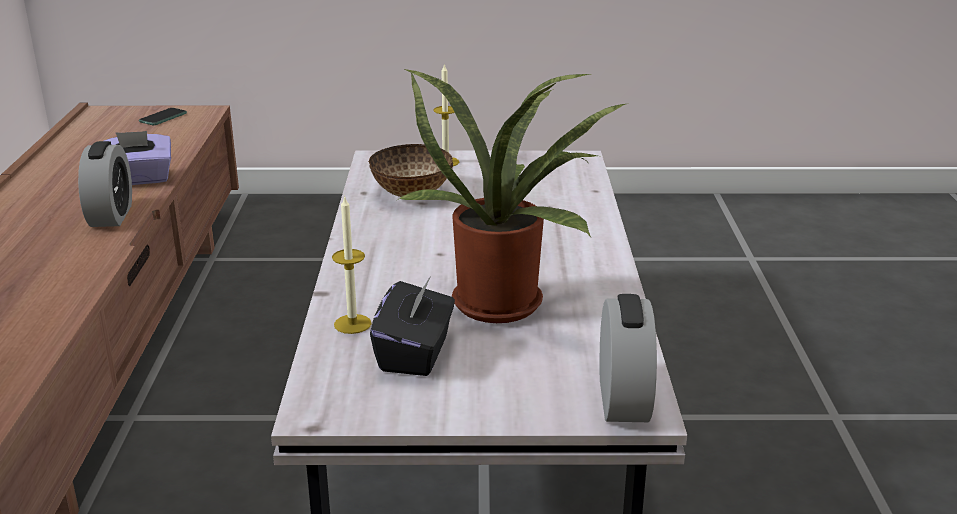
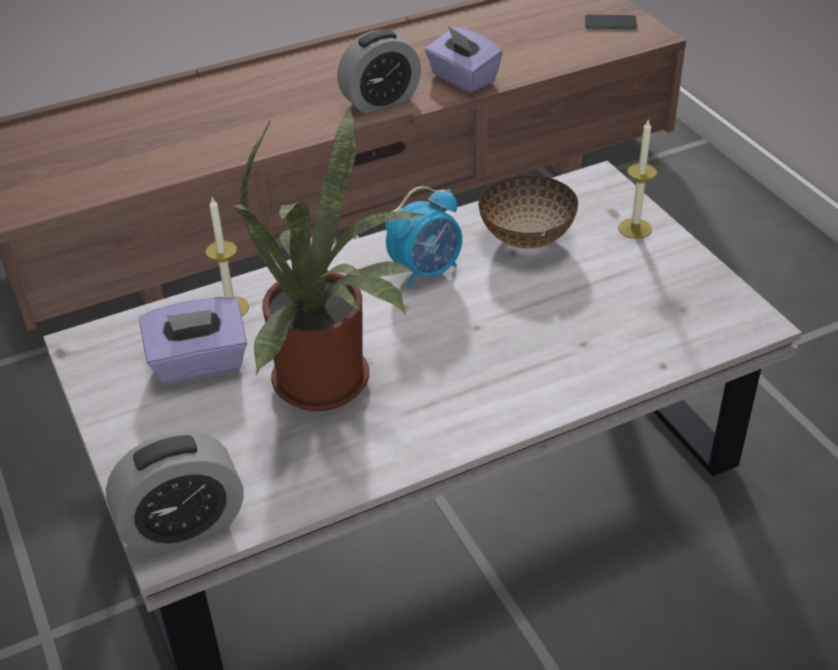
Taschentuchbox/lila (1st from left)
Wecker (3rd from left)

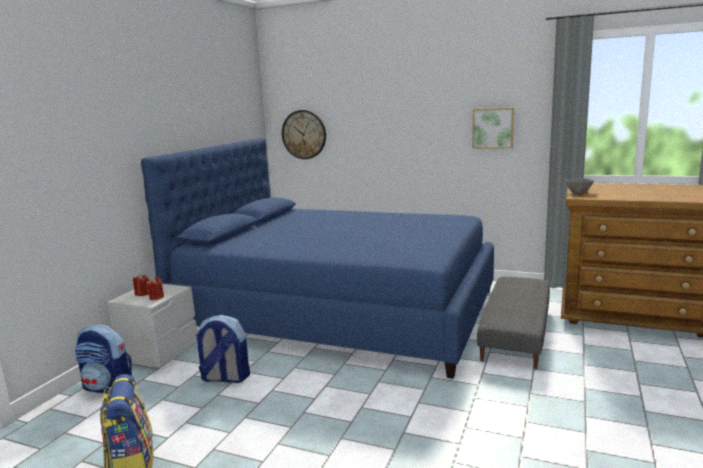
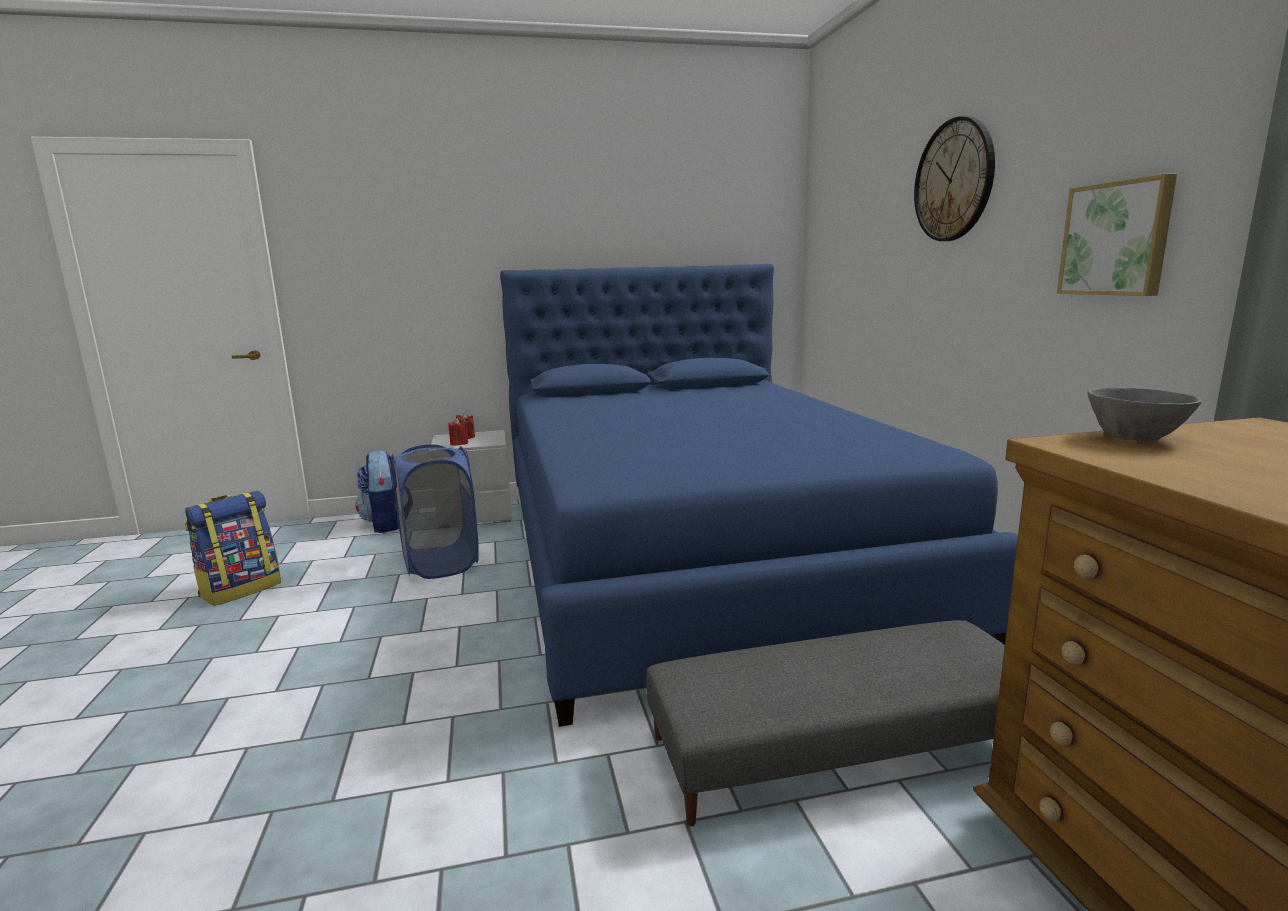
Wäschekorb/blau
Wanduhr

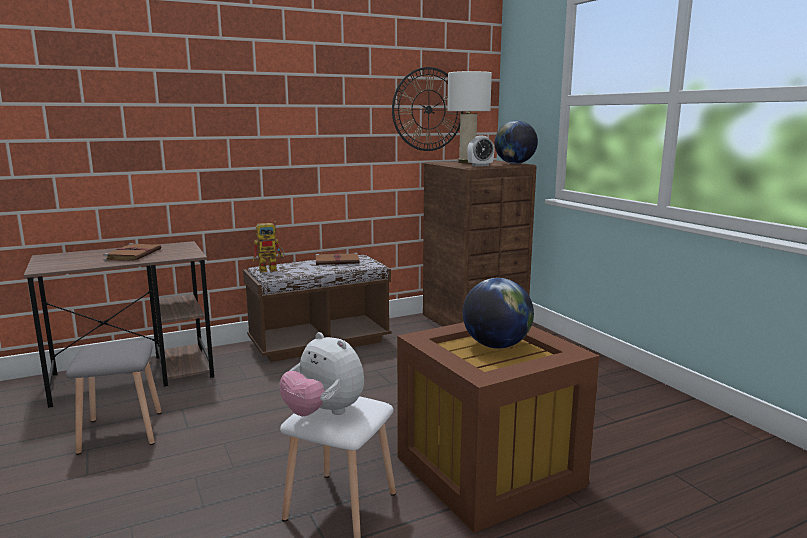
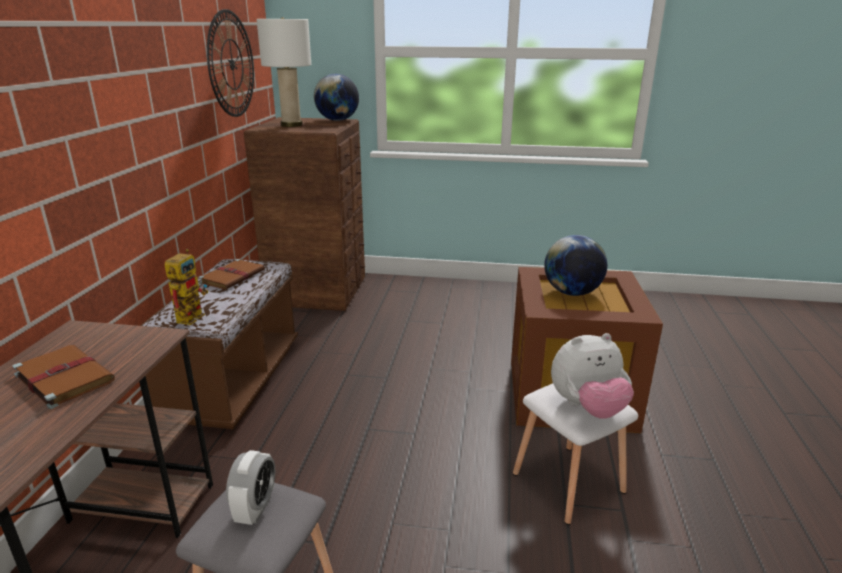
Wecker

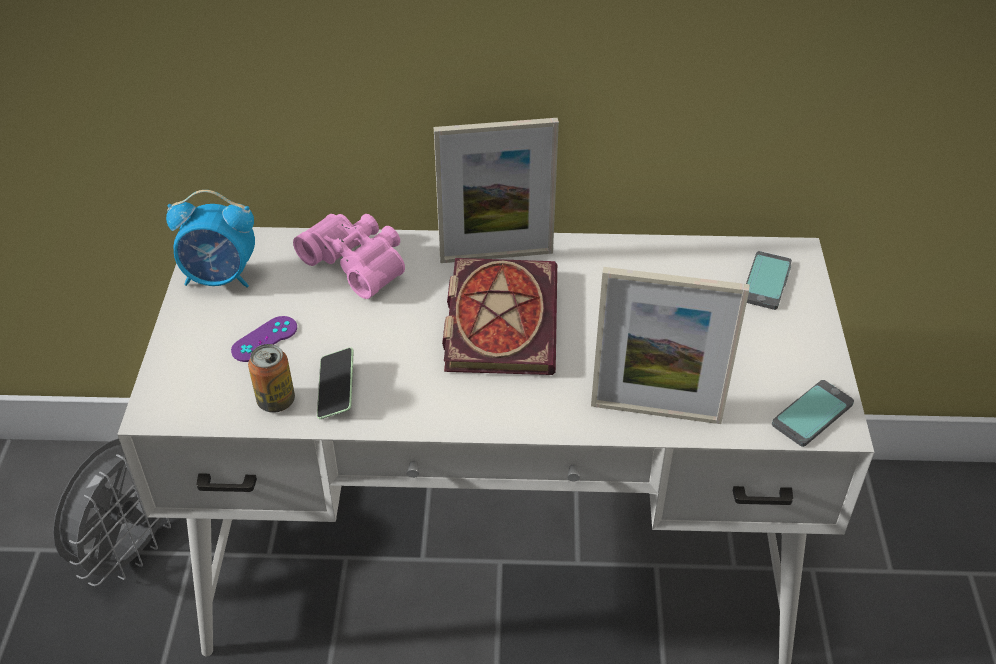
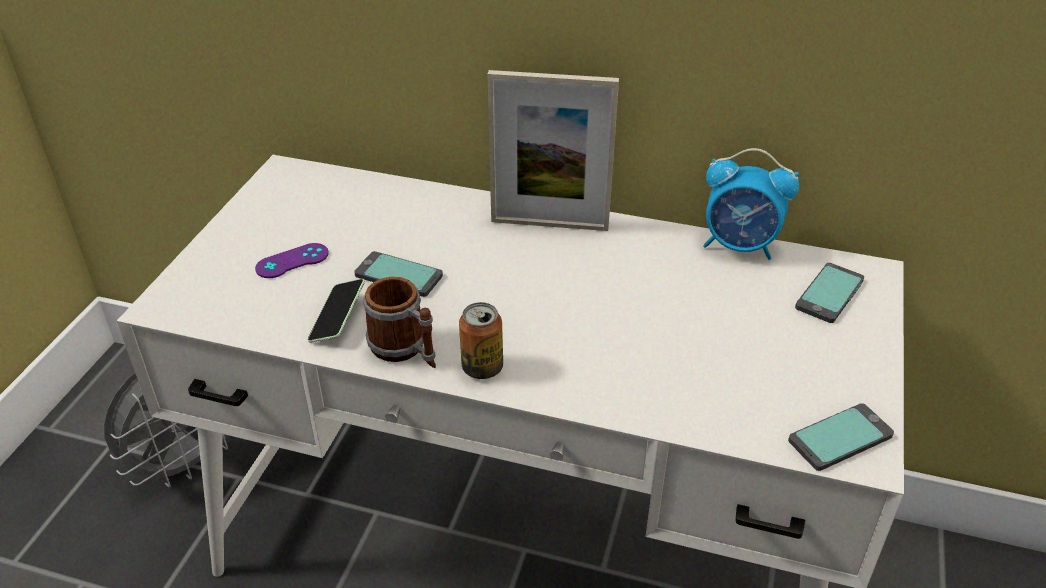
Wecker
Dose
Fernglas/rosa
Buch
Bilderrahmen (2nd from left in the first image)
Handy (2nd from left)
Henkelbecher

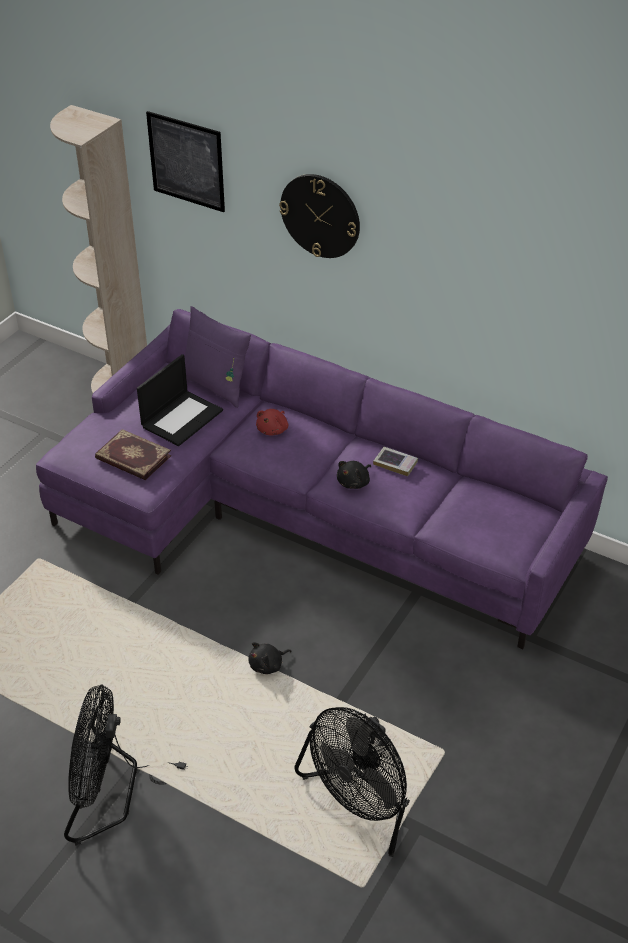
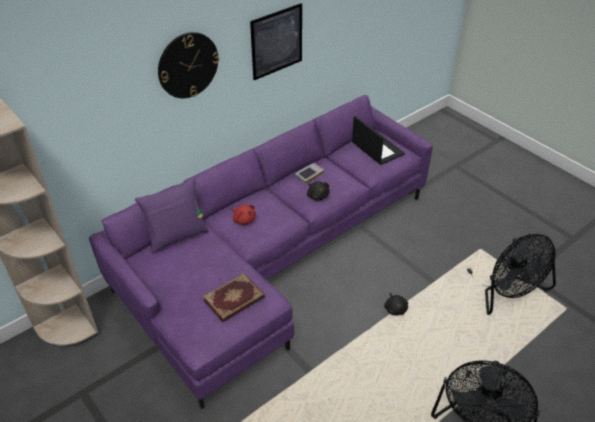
Laptop
Bild

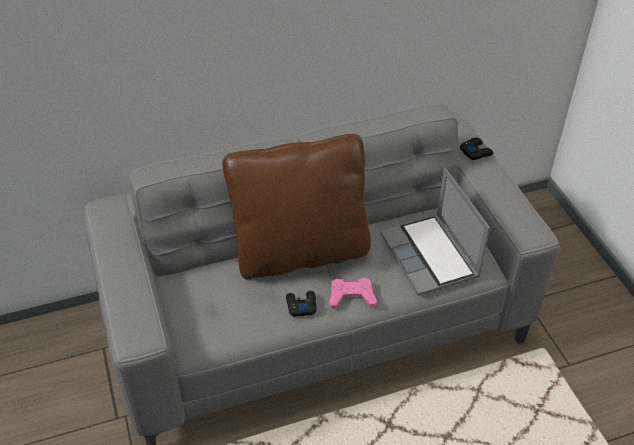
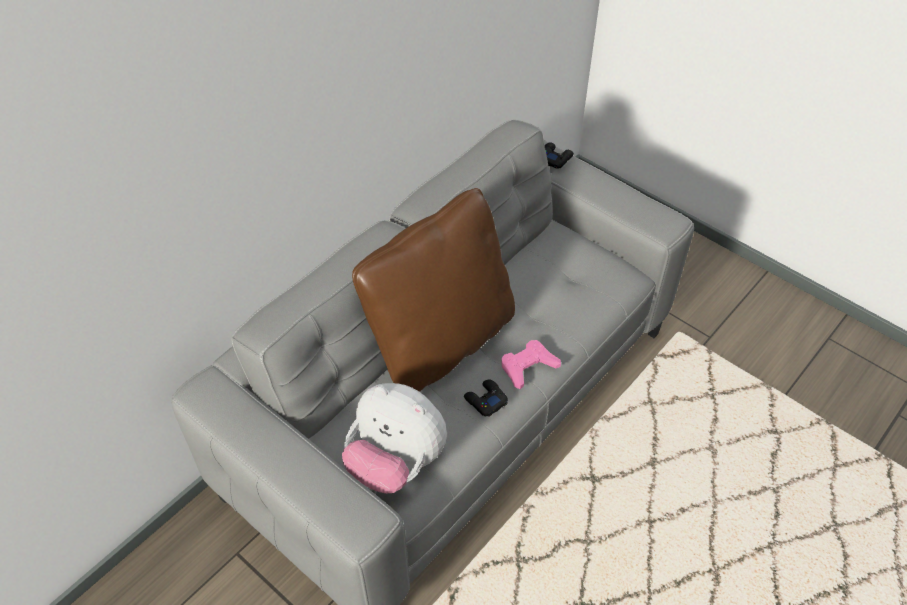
Laptop
Plüschtier

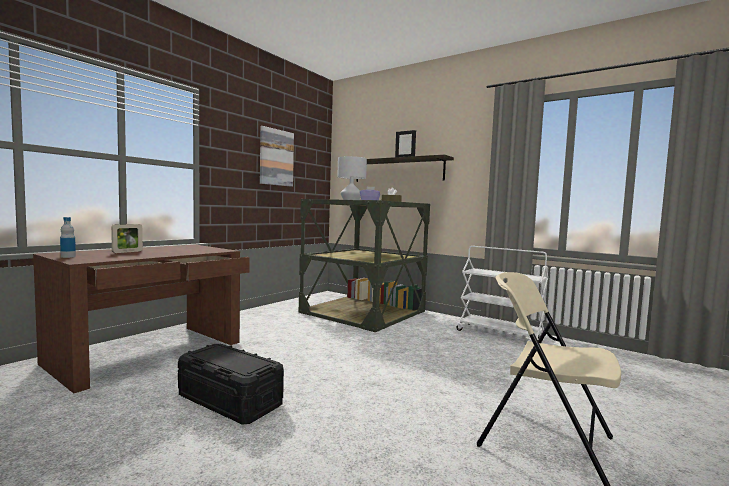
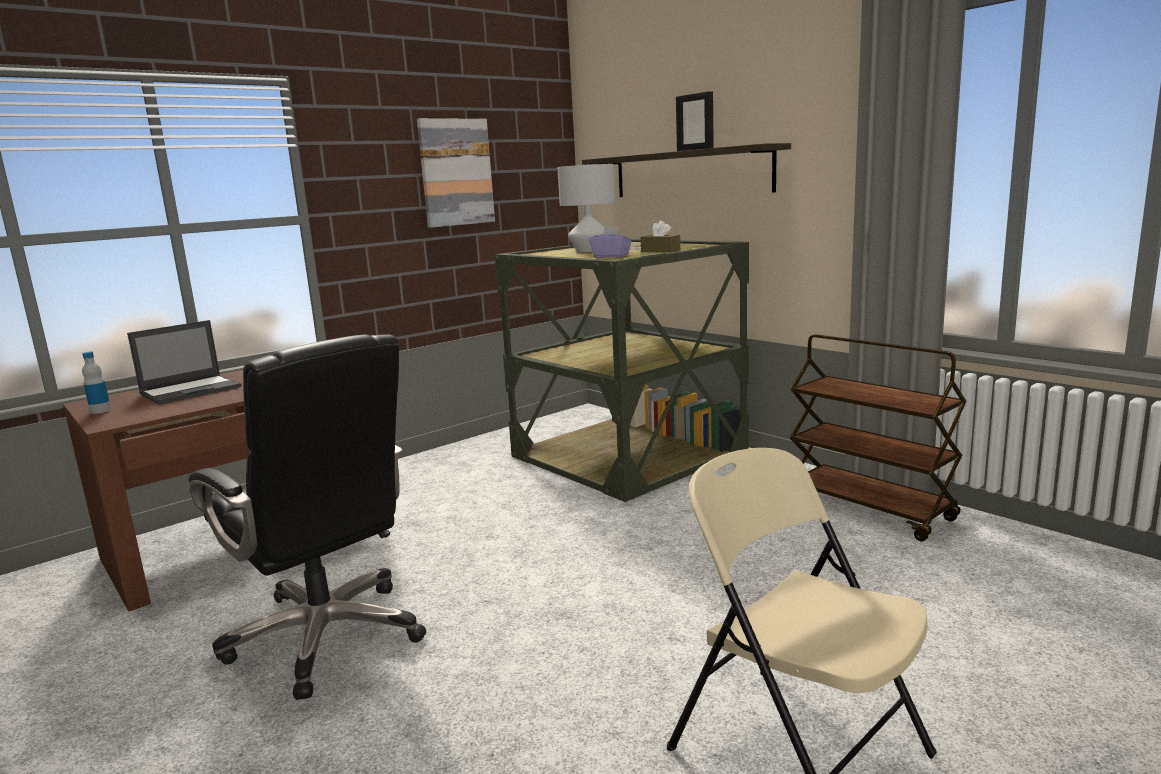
Laptop
Bürostuhl/schwarz
Rollwagen/braun

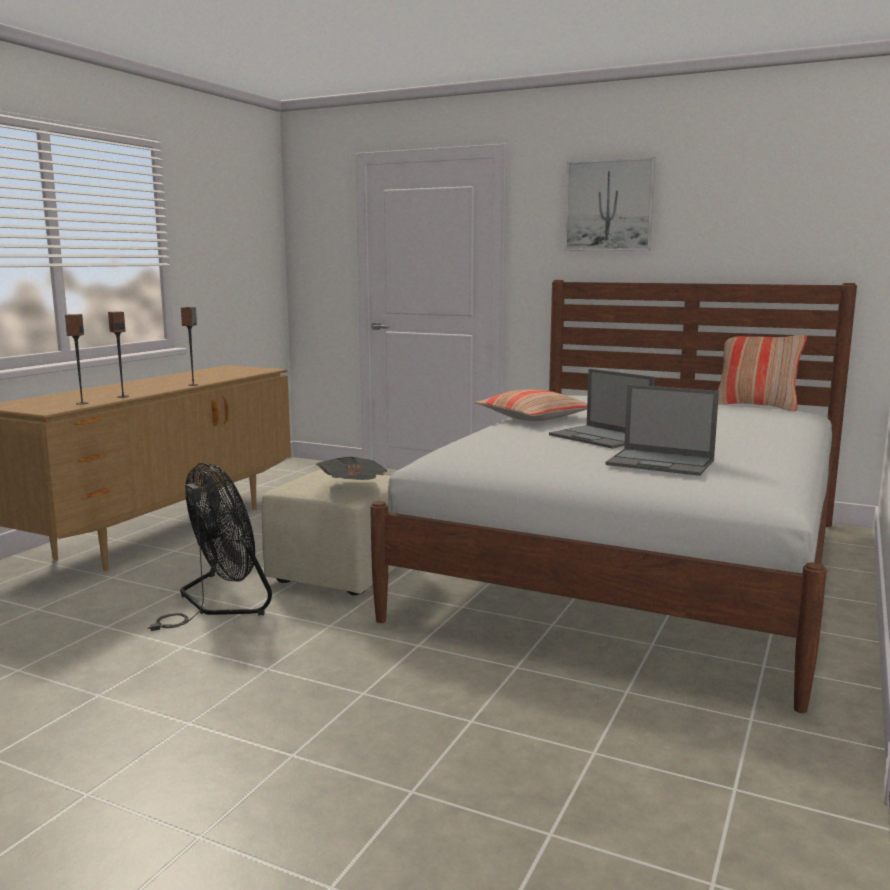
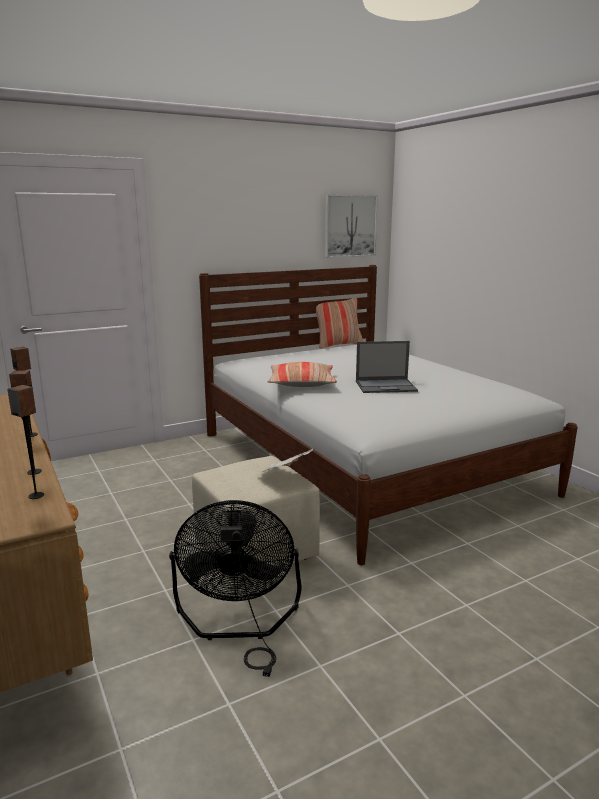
Bild
Laptop (2nd from left in the first image)

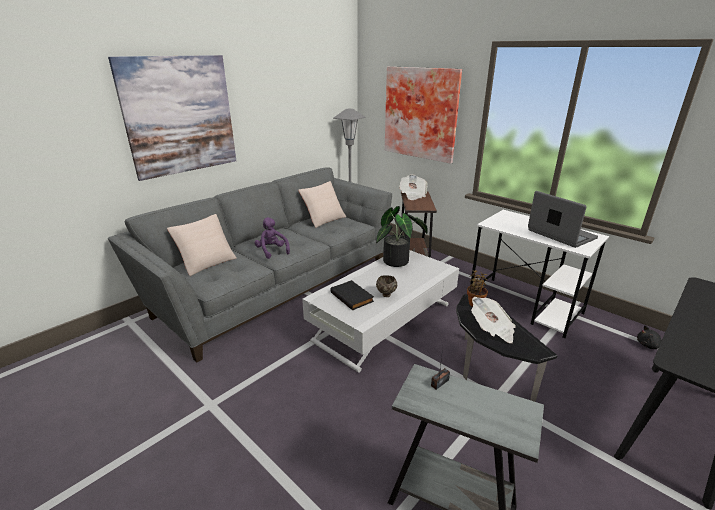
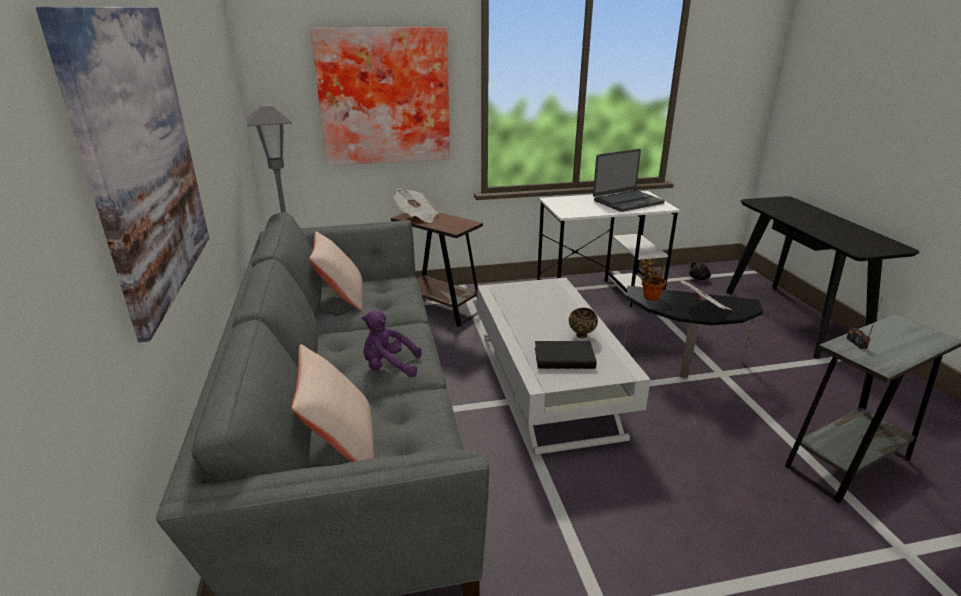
Topfpflanze (1st from left in the first image)
Laptop

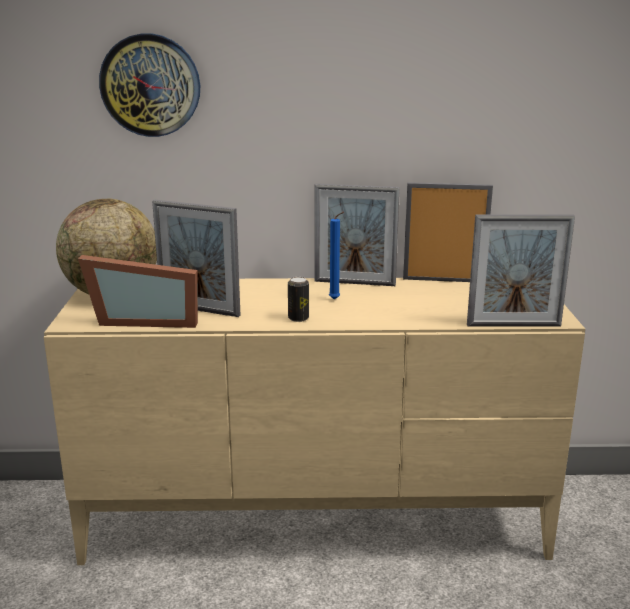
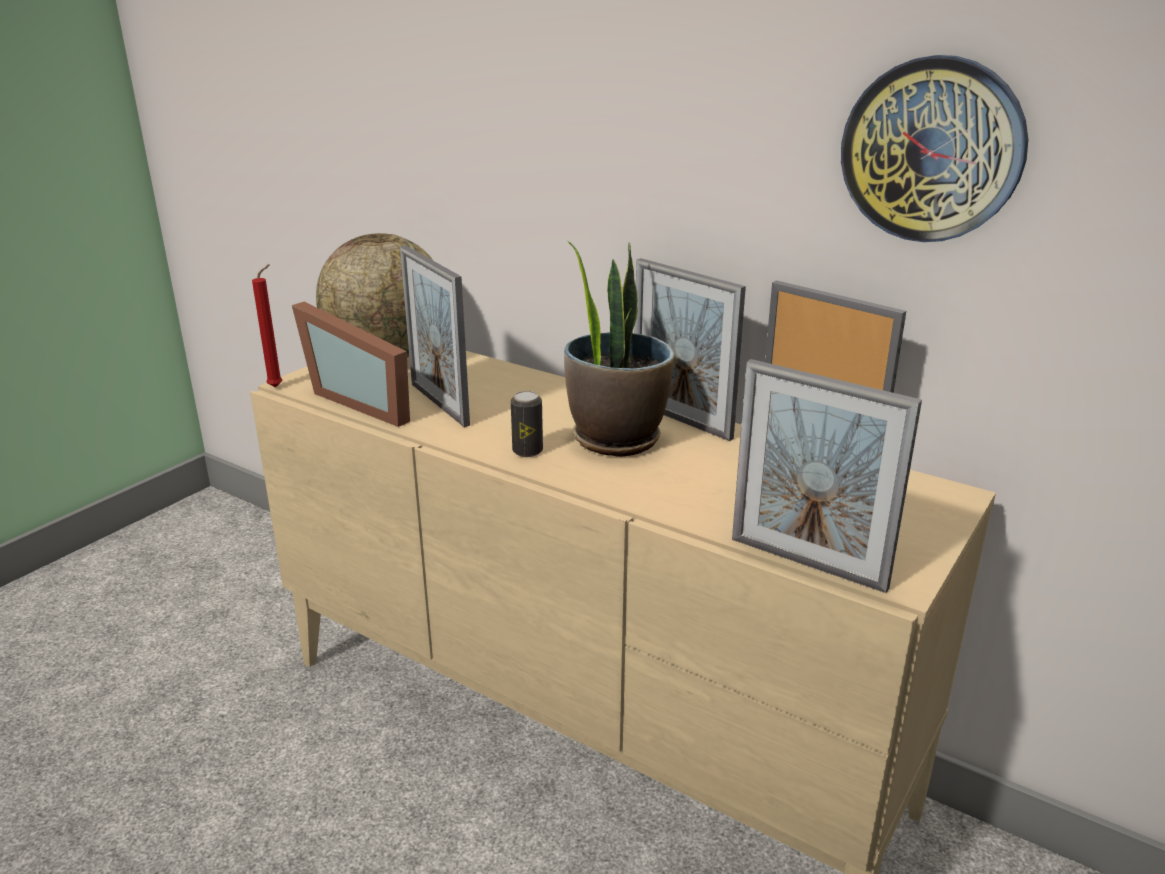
Wanduhr
Topfpflanze
Kerze/rot

